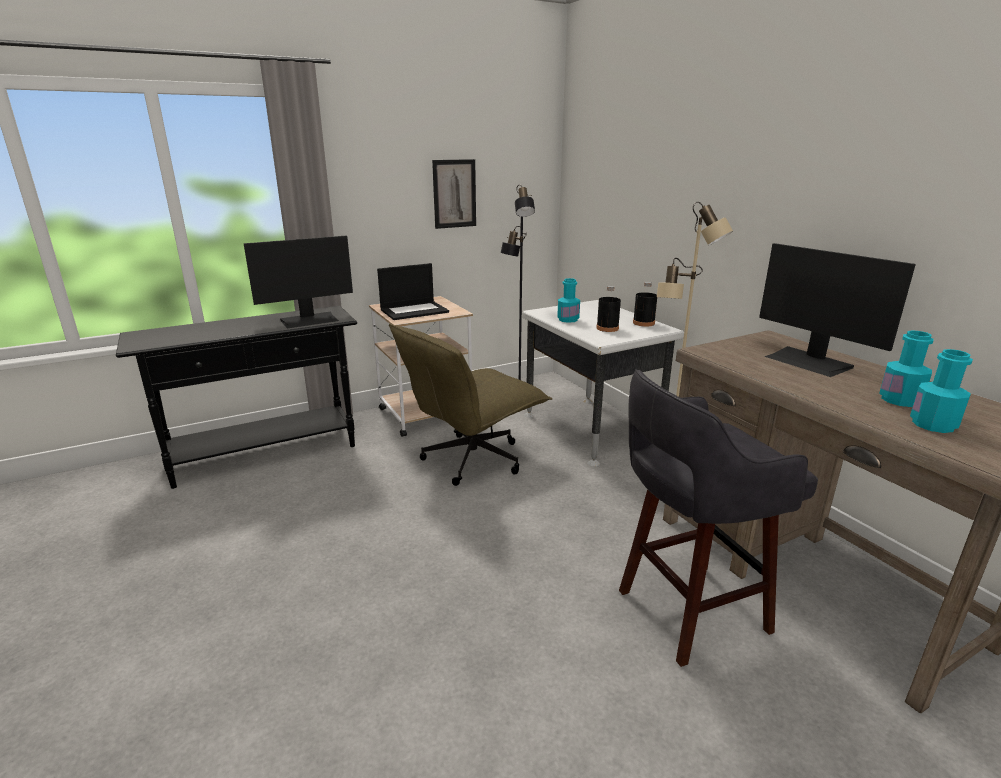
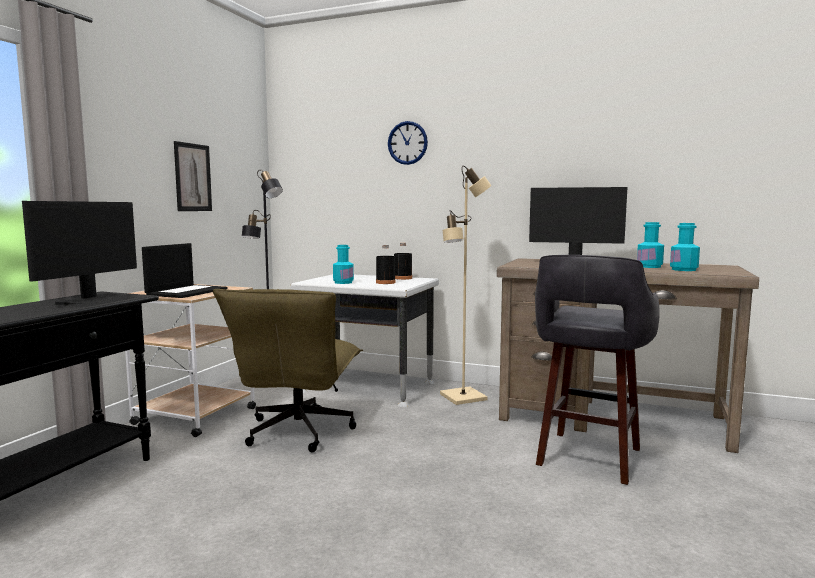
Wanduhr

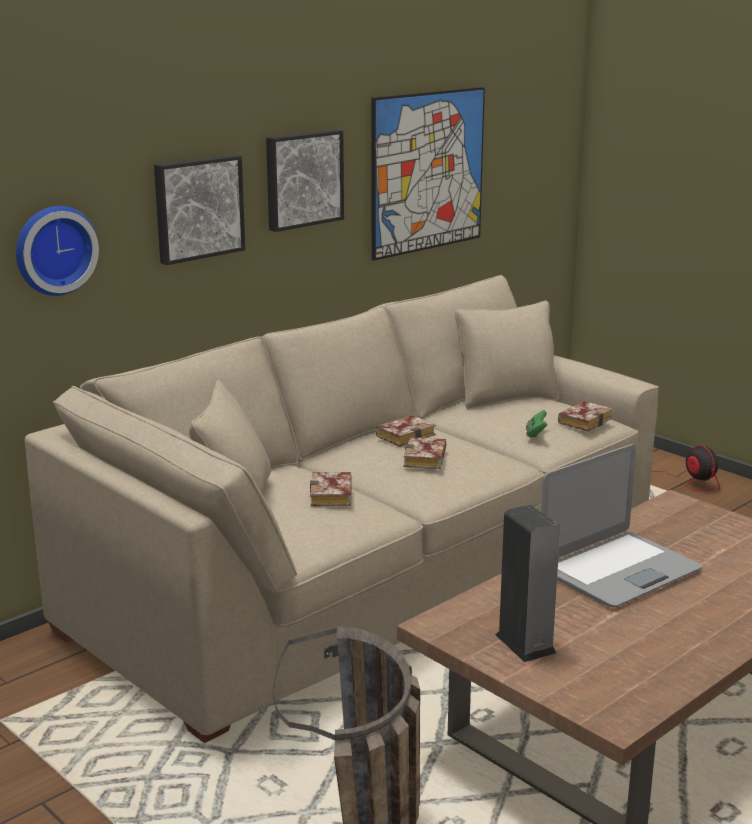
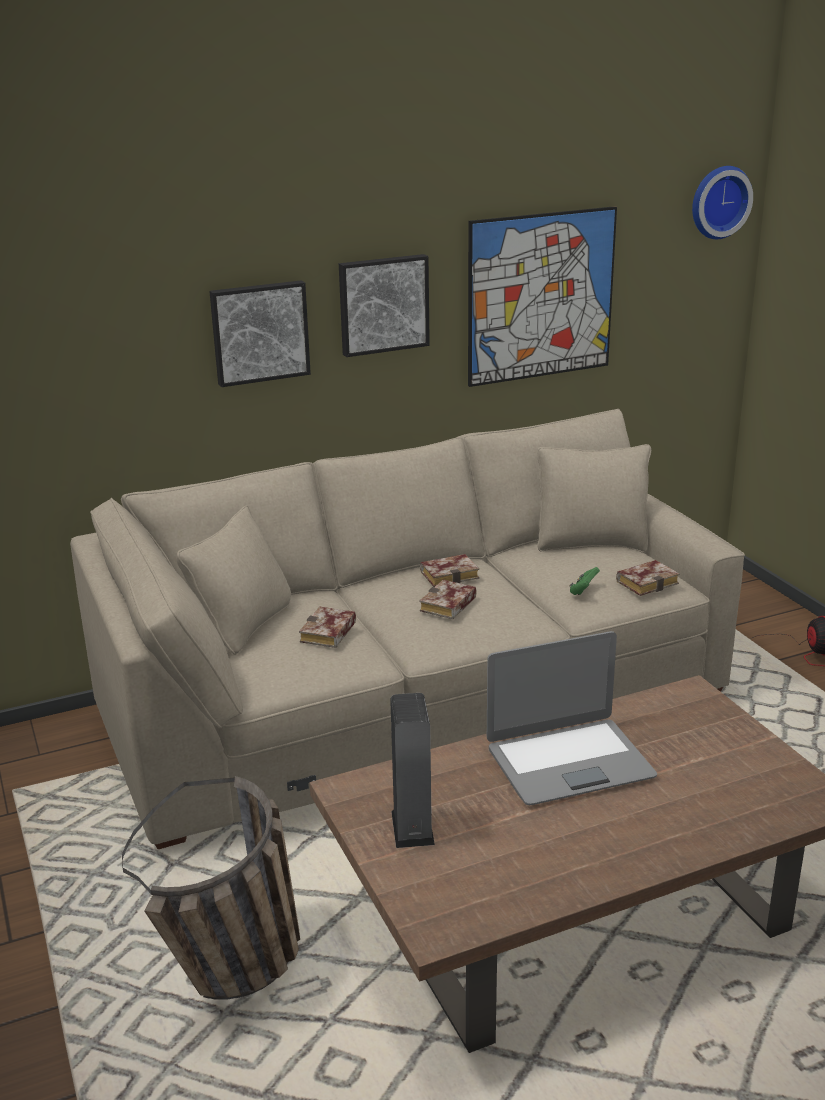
Wanduhr

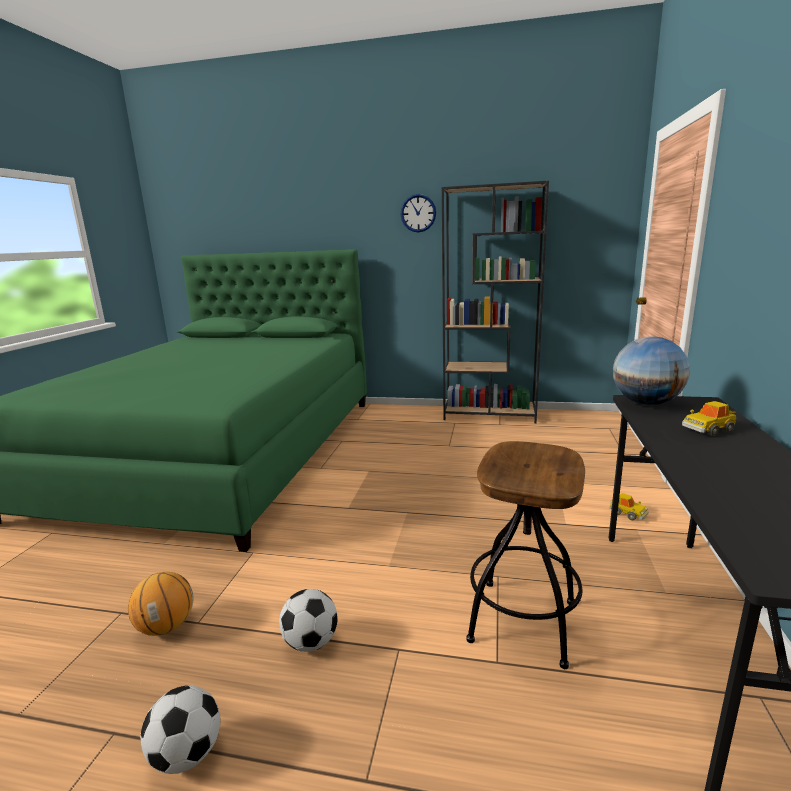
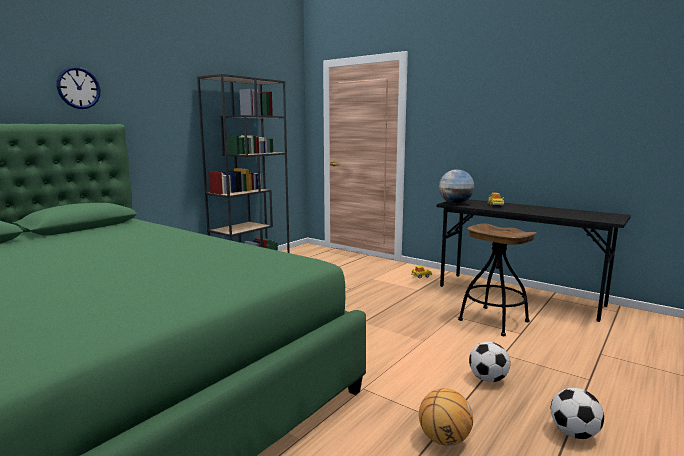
Wanduhr

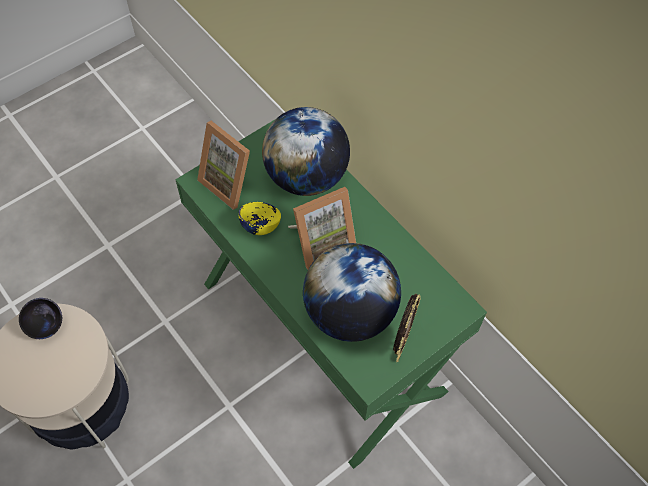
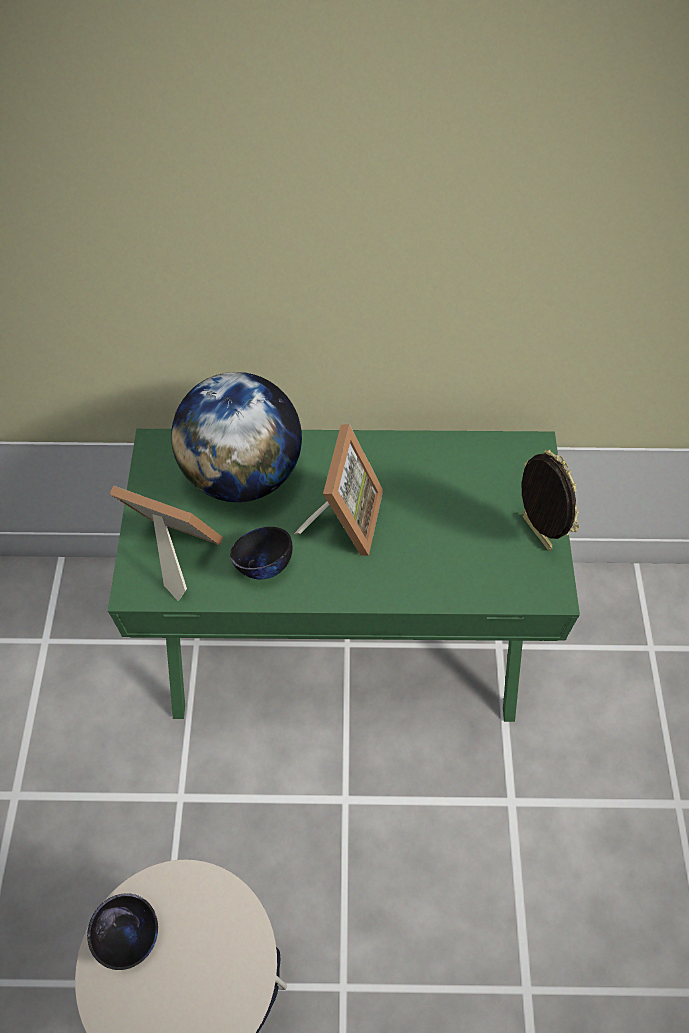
Bilderrahmen (1st from left)
Schüssel/schwarz (2nd from left)
Globus (2nd from left in the first image)

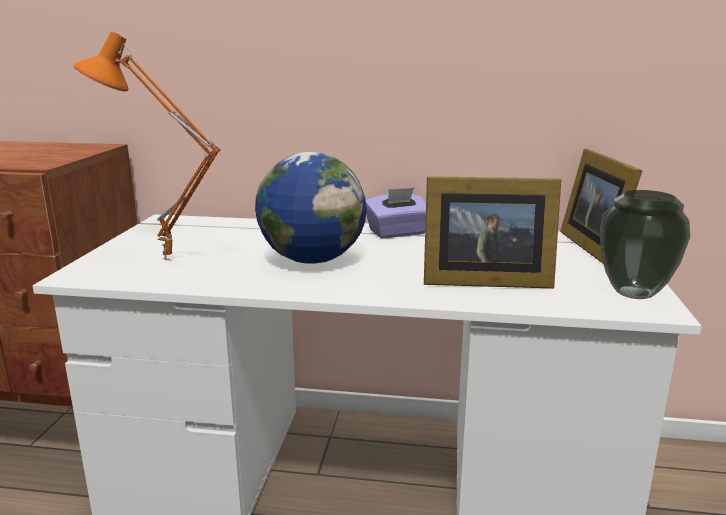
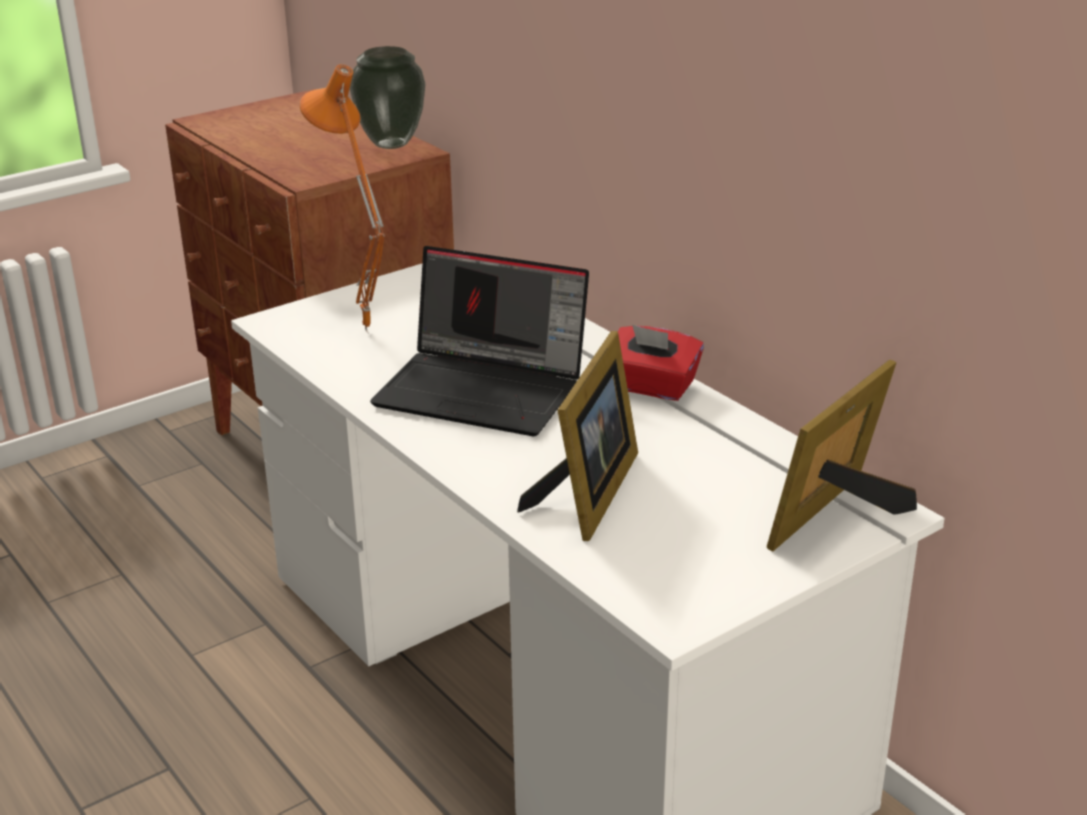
Laptop
Taschentuchbox/rot
Bilderrahmen (1st from left)
Vase

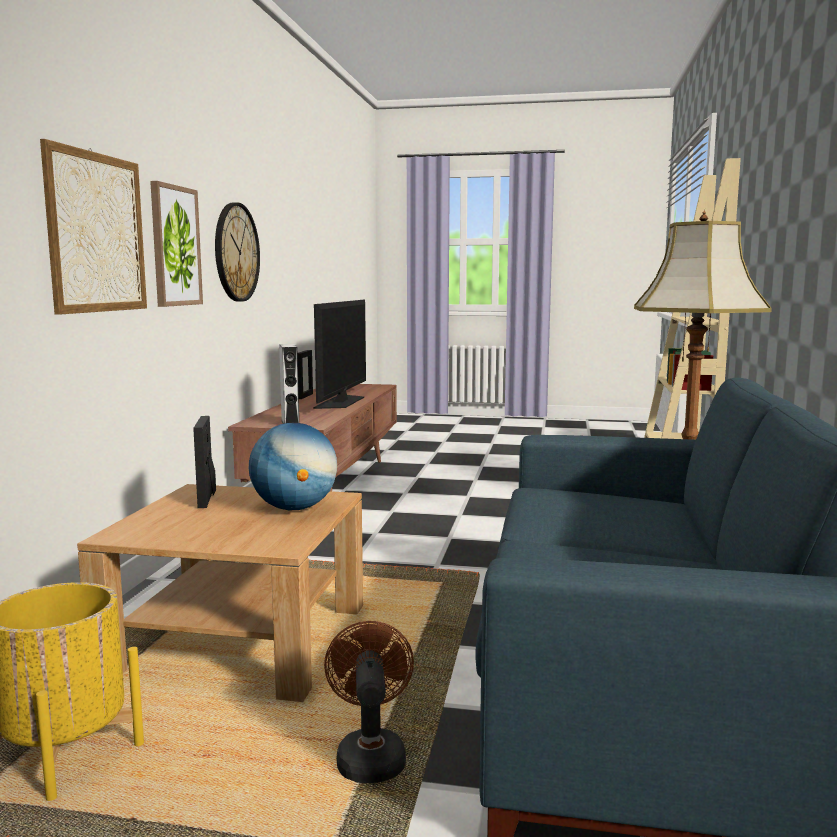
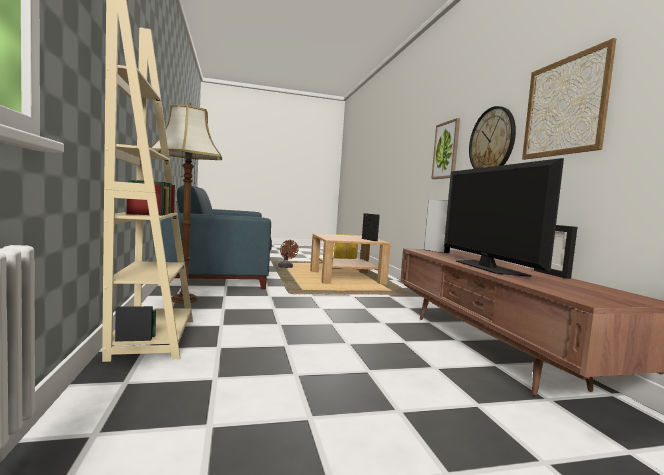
Bild (2nd from left)
Globus

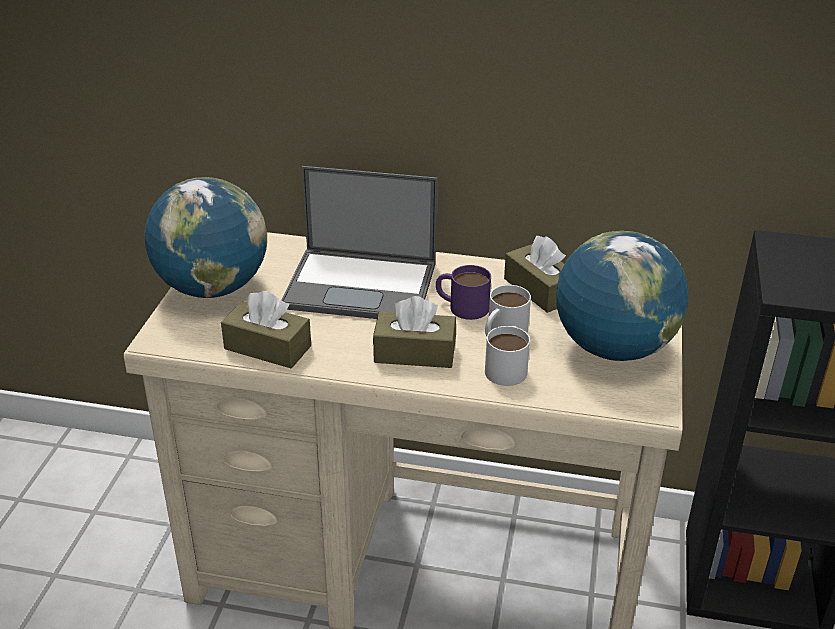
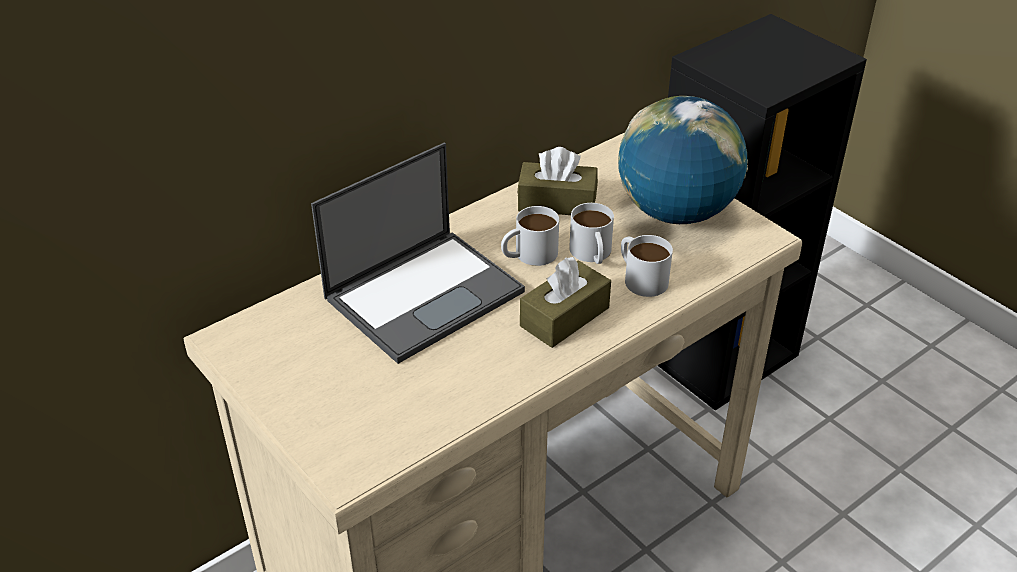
Globus (1st from left in the first image)
Taschentuchbox/braun (1st from left in the first image)
Henkelbecher/weiß (1st from left)

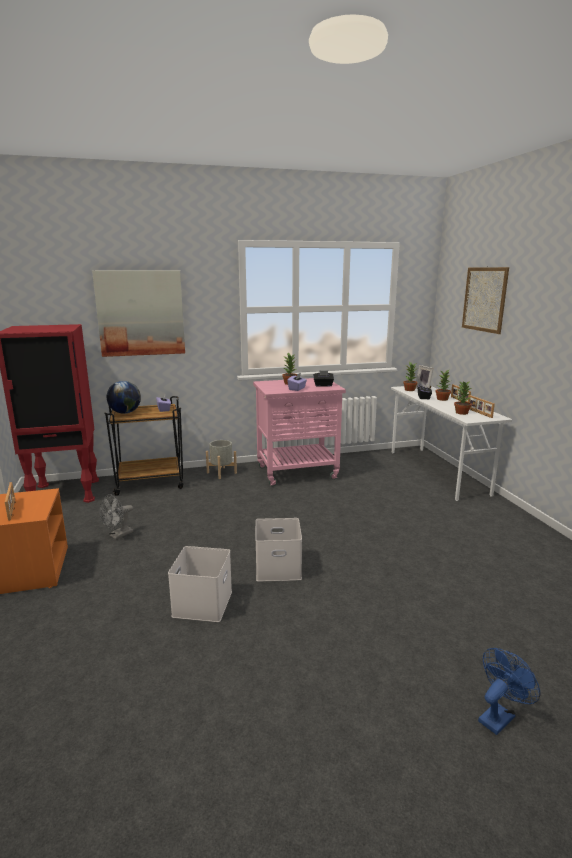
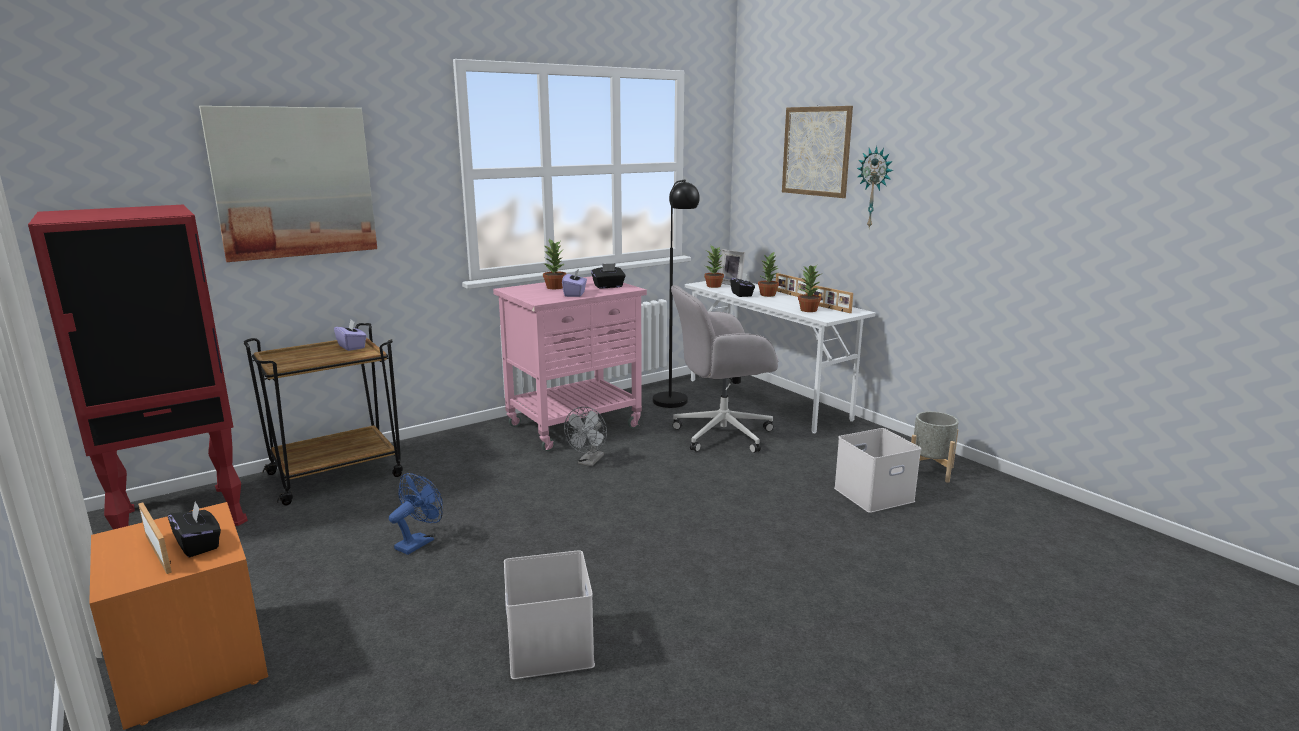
Ventilator/grau
Globus
Pflanzkübel/grau
Aufbewahrungsbox/weiß (2nd from left)
Ventilator/blau
Taschentuchbox/schwarz (1st from left)
Stehlampe/schwarz
Bürostuhl/grau
Wanduhr

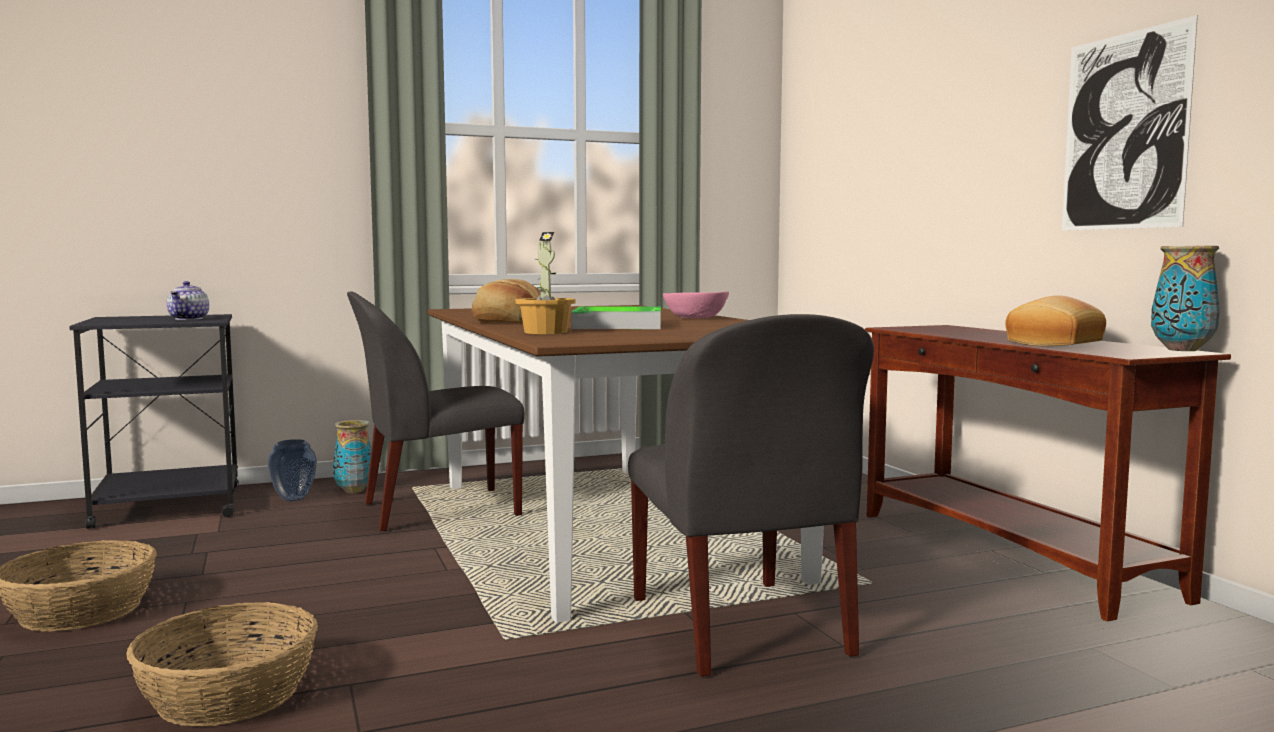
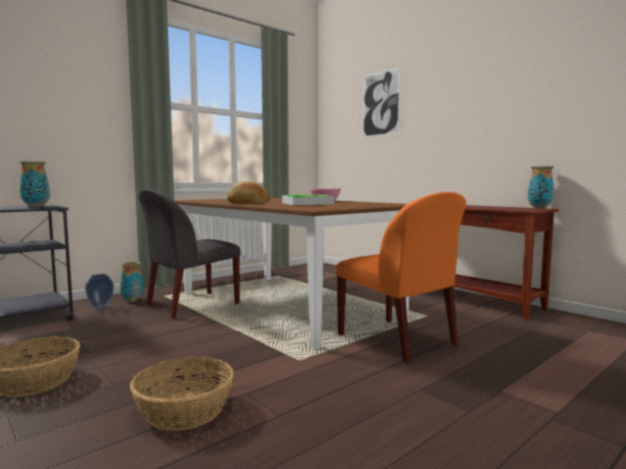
Vase (1st from left)
Topfpflanze
Stuhl/orange
Brot (2nd from left in the first image)
Bild

